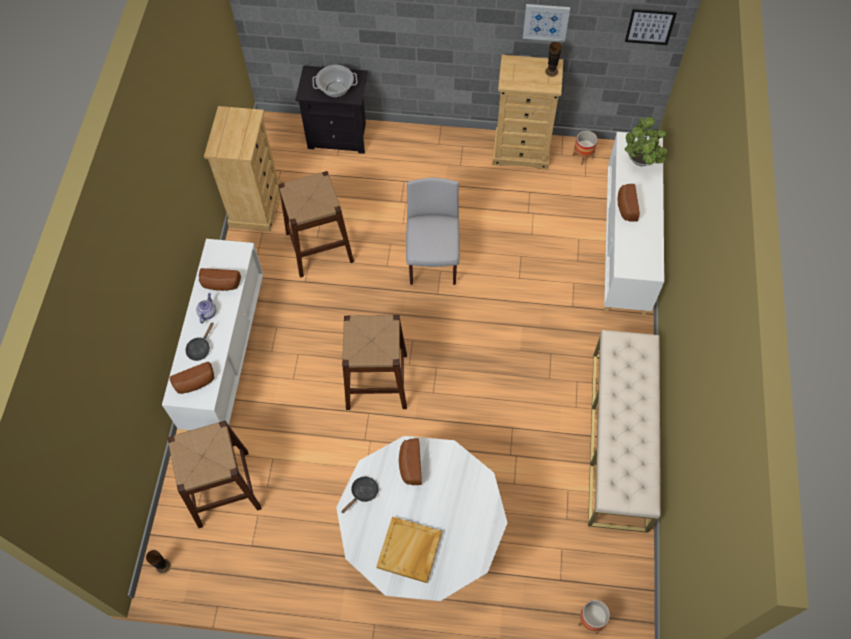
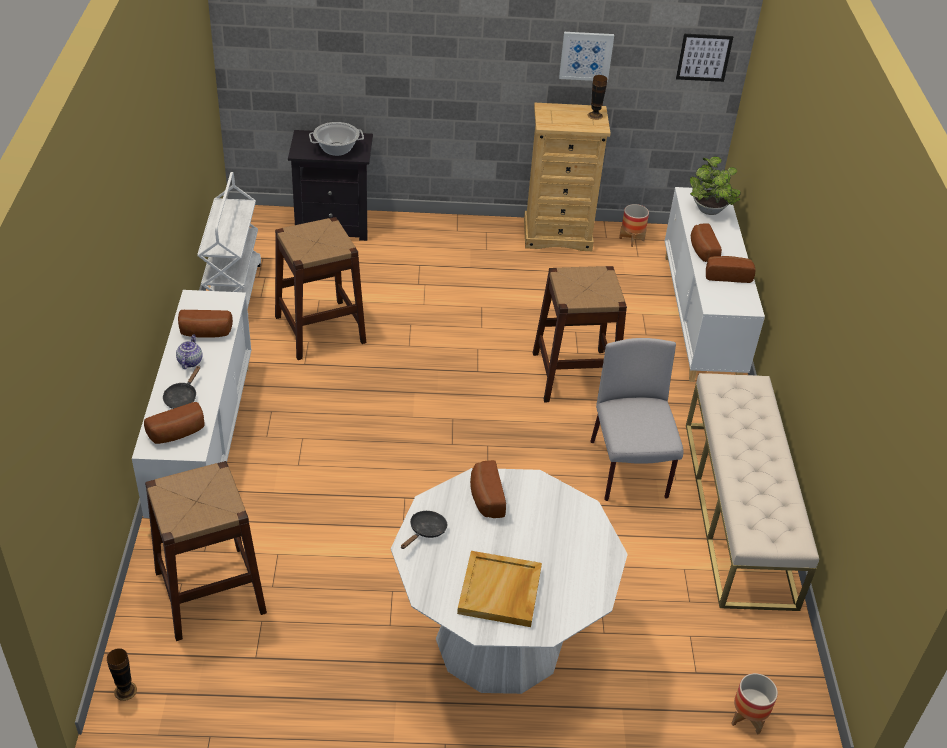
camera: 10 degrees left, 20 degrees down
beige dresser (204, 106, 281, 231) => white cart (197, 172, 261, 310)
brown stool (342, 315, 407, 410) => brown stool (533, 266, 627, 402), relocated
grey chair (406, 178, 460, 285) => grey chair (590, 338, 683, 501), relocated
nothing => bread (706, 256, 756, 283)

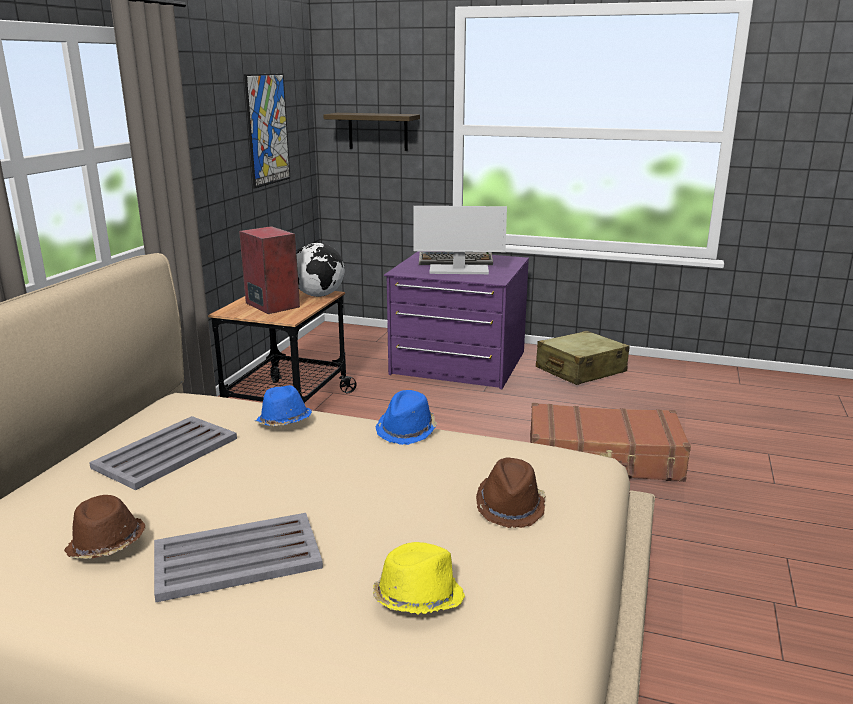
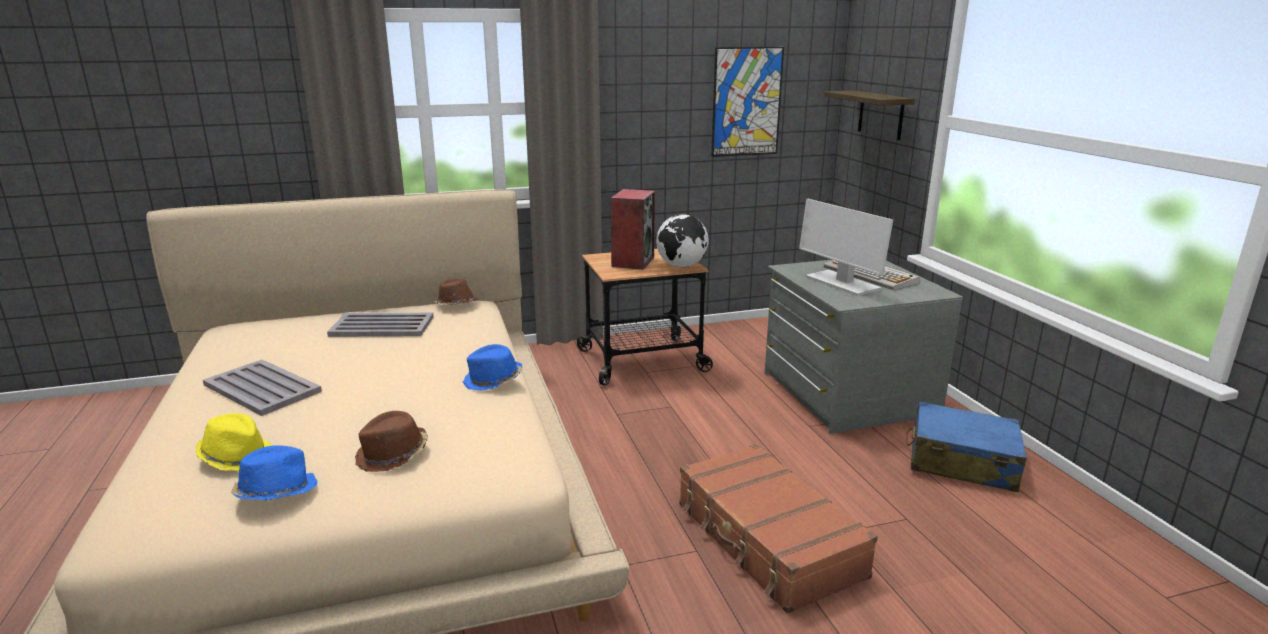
camera: 55 degrees right, 0 degrees up
blue hat (255, 385, 312, 426) => blue hat (231, 445, 318, 501), relocated
brown hat (64, 495, 145, 559) => brown hat (434, 279, 479, 305), relocated
purple dresser (384, 251, 529, 389) => grey dresser (765, 260, 963, 434)
beige suitcase (536, 331, 629, 385) => blue suitcase (906, 401, 1027, 492)

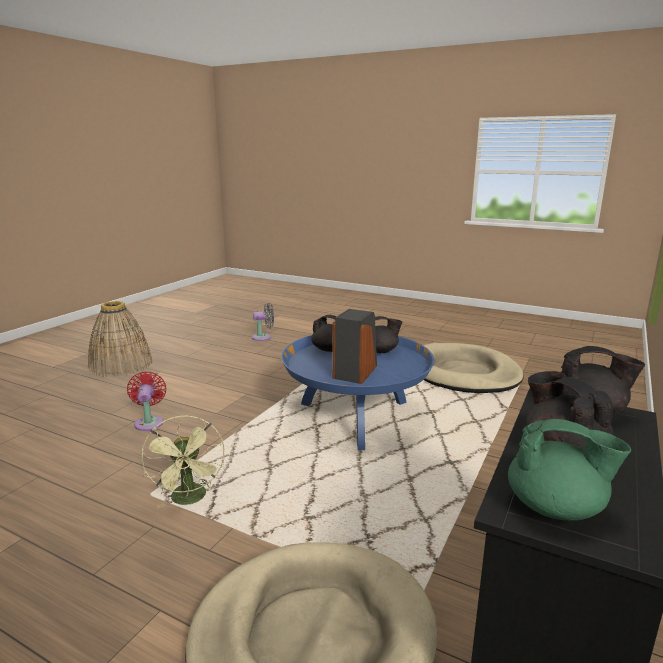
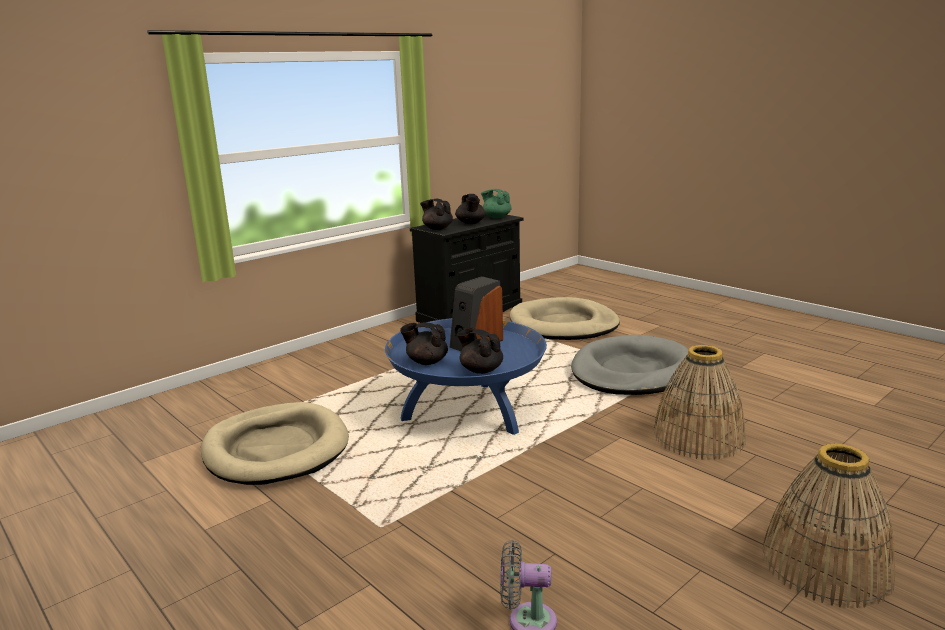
camera: 160 degrees left, 0 degrees up
green fan (141, 415, 225, 508) => grey dog bed (571, 335, 693, 395)
red fan (127, 371, 166, 431) => basket (654, 345, 745, 460)

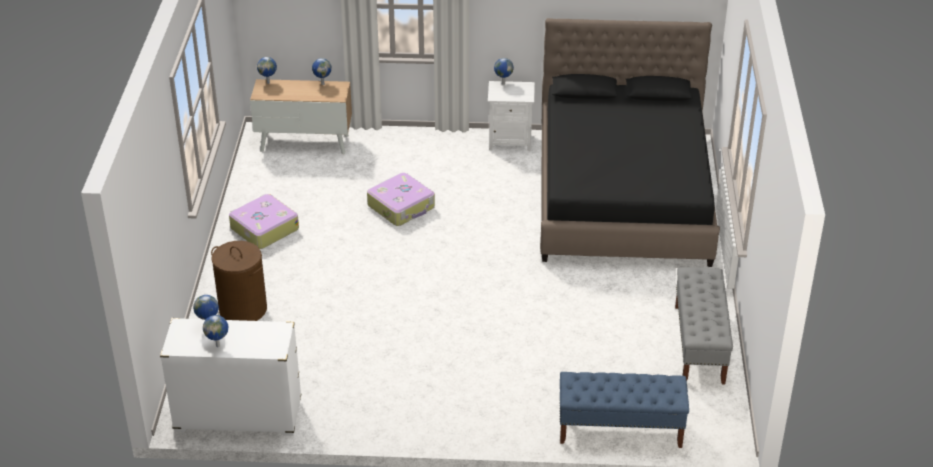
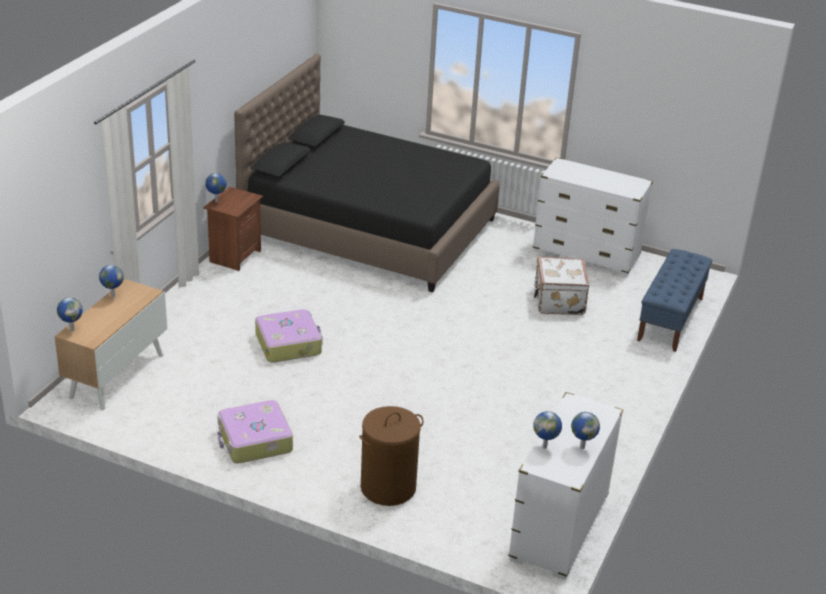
camera: 70 degrees left, 5 degrees down
white nightstand (488, 81, 535, 151) => brown nightstand (204, 187, 263, 271)
grey bench (675, 267, 733, 385) => white dresser (533, 157, 653, 276)
nothing => white suitcase (534, 256, 589, 315)

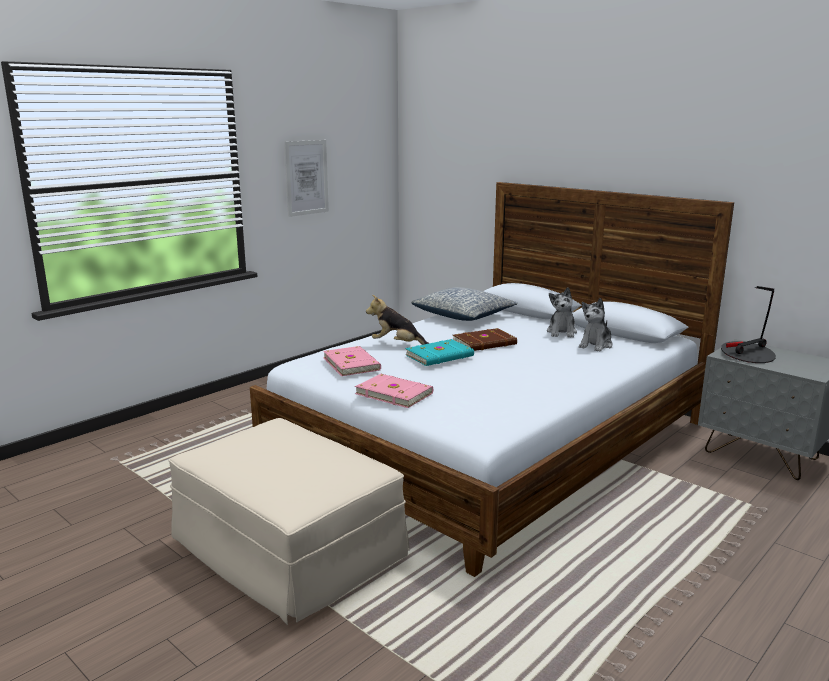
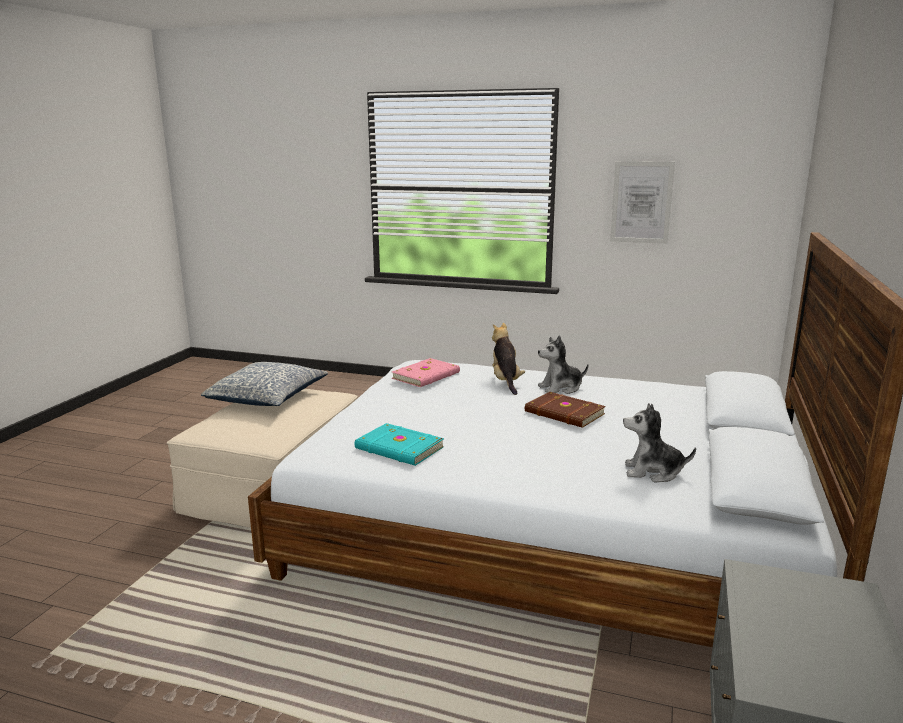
camera: 65 degrees right, 0 degrees up
pillow (412, 287, 518, 321) => pillow (201, 362, 328, 406), relocated
turquoise book (405, 339, 474, 366) => turquoise book (355, 423, 444, 466), relocated
plush toy (547, 287, 577, 338) => plush toy (538, 335, 588, 394), relocated
pink book (355, 374, 433, 408) => nothing
table lamp (721, 286, 776, 363) => nothing

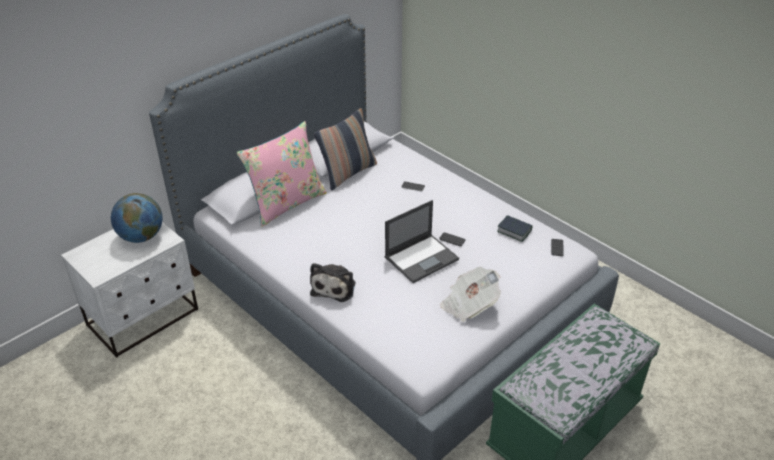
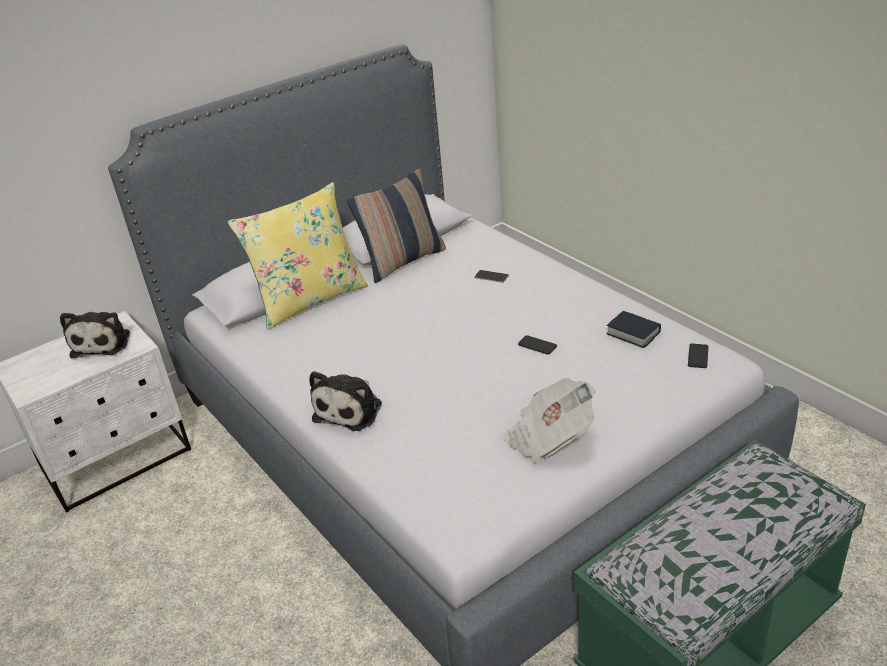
camera: 10 degrees right, 5 degrees down
globe (111, 193, 163, 243) => plush toy (60, 312, 130, 358)
pink pillow (237, 121, 327, 227) => yellow pillow (227, 182, 368, 330)
laptop (385, 200, 459, 283) => nothing

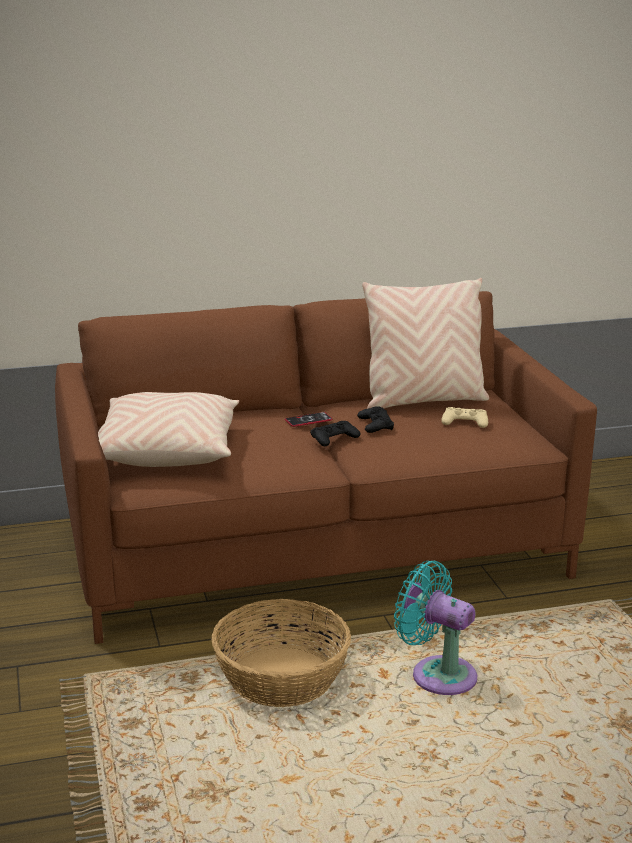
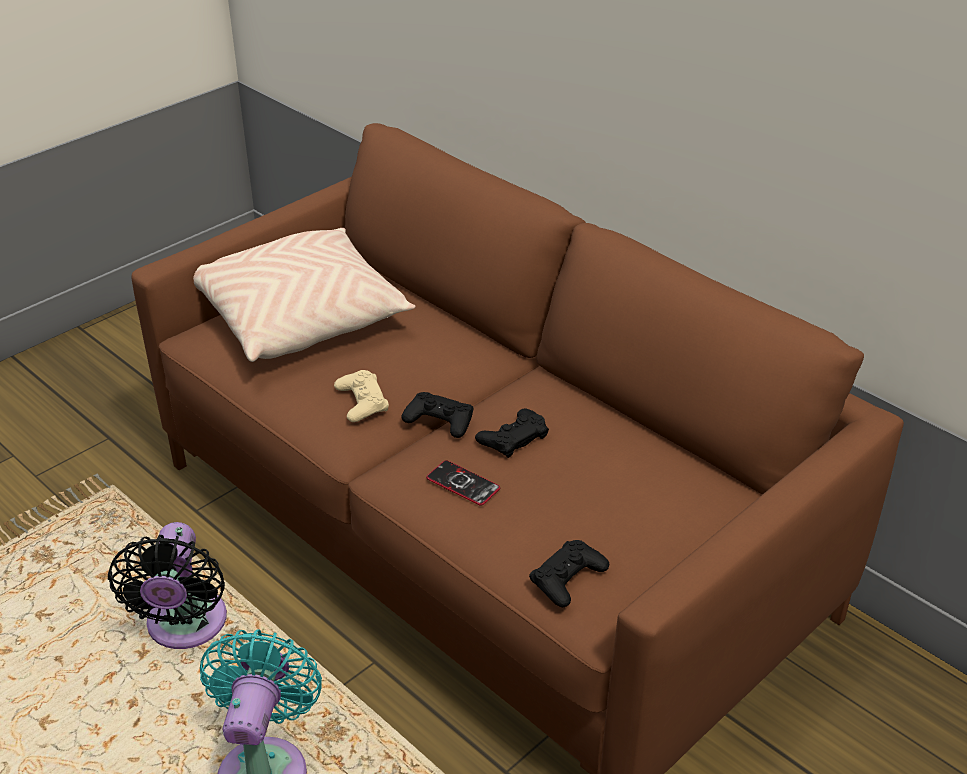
camera: 60 degrees right, 15 degrees up
basket (212, 599, 351, 707) => black fan (108, 522, 227, 649)
beige game controller (441, 407, 488, 428) => beige game controller (334, 370, 389, 422), relocated
phone (285, 412, 333, 427) => phone (426, 460, 500, 506), relocated
nothing => black game controller (529, 540, 609, 607)
beige pillow (362, 278, 489, 409) => nothing

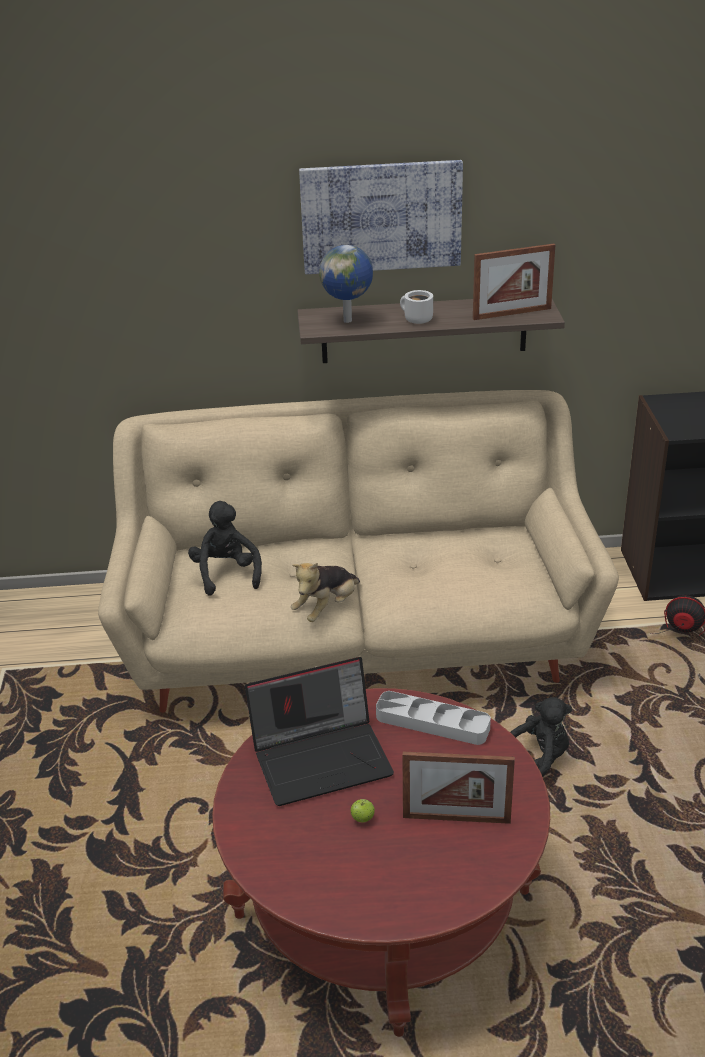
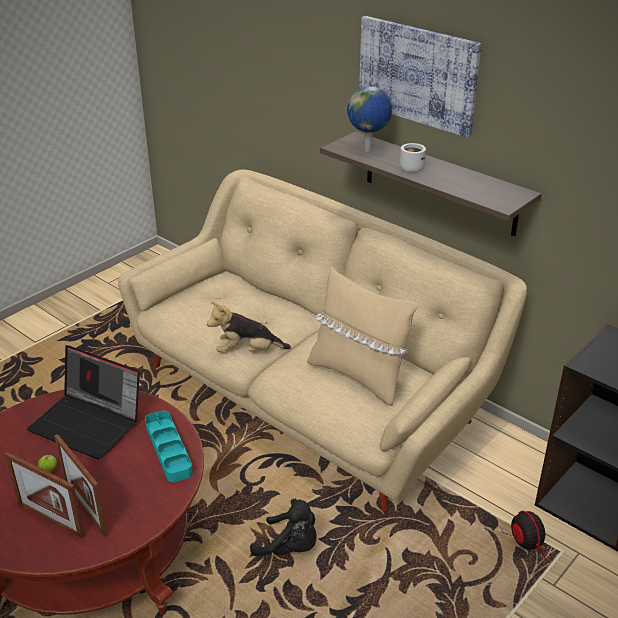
camera: 45 degrees right, 0 degrees up
picture frame (473, 244, 555, 320) => picture frame (5, 452, 85, 539), relocated
grey tray (376, 691, 491, 745) => turquoise tray (145, 411, 193, 482)
nothing => beige pillow (307, 267, 418, 406)
black plush toy (188, 501, 262, 596) => nothing

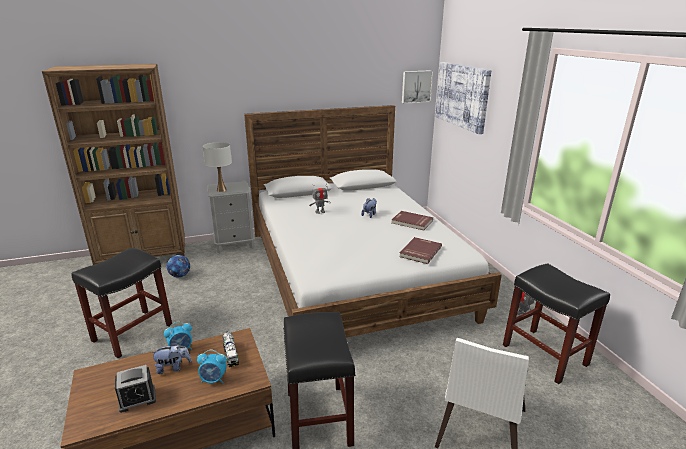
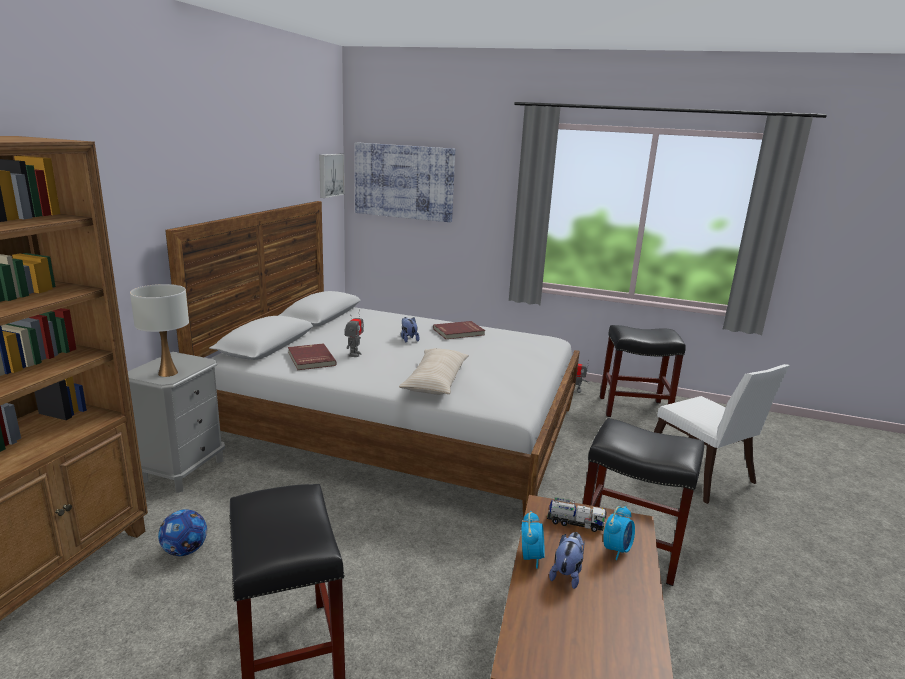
camera: 55 degrees left, 5 degrees down
red book (399, 237, 442, 264) => red book (288, 343, 337, 370), relocated
nothing => beige pillow (399, 348, 469, 395)
alarm clock (115, 365, 156, 413) => nothing

